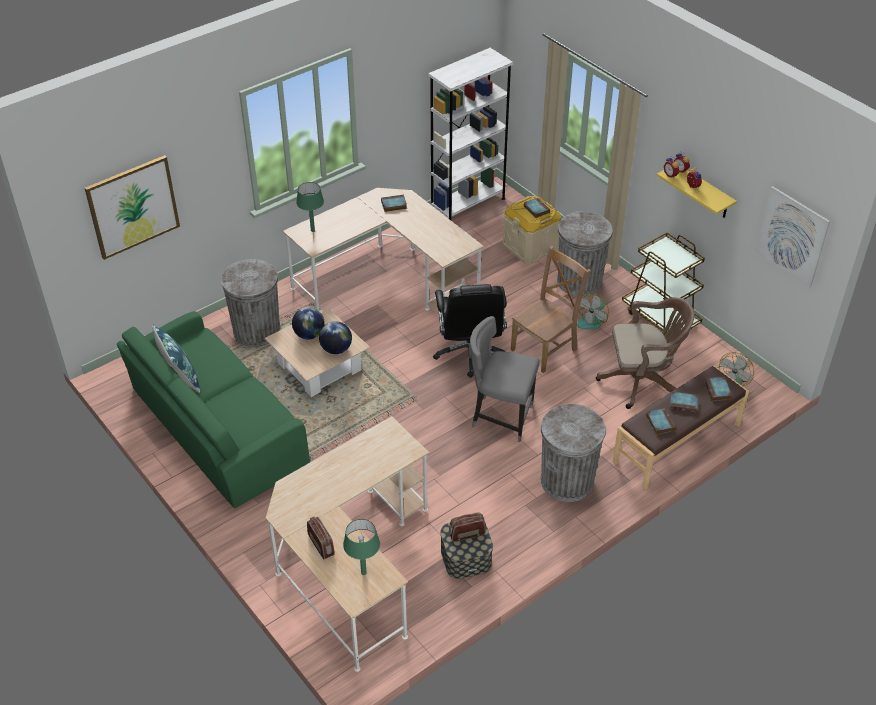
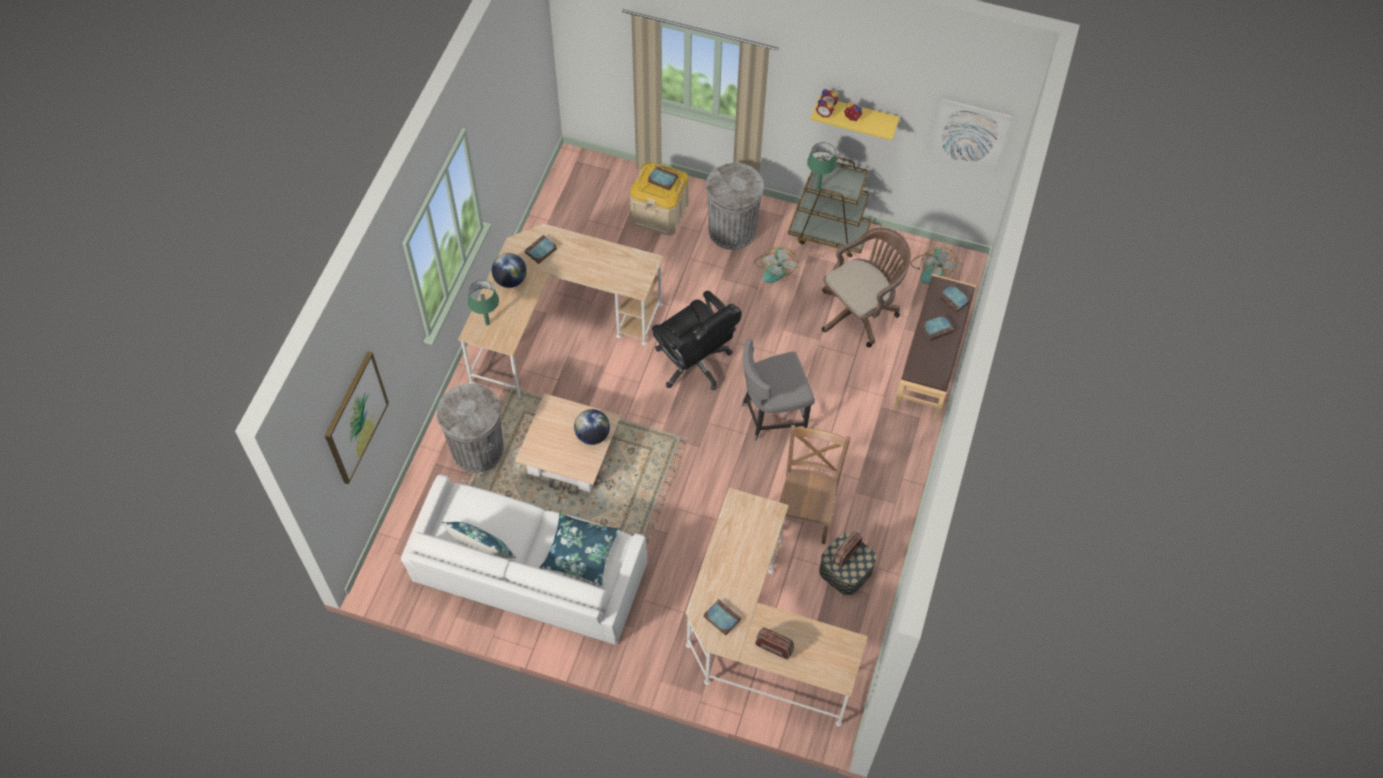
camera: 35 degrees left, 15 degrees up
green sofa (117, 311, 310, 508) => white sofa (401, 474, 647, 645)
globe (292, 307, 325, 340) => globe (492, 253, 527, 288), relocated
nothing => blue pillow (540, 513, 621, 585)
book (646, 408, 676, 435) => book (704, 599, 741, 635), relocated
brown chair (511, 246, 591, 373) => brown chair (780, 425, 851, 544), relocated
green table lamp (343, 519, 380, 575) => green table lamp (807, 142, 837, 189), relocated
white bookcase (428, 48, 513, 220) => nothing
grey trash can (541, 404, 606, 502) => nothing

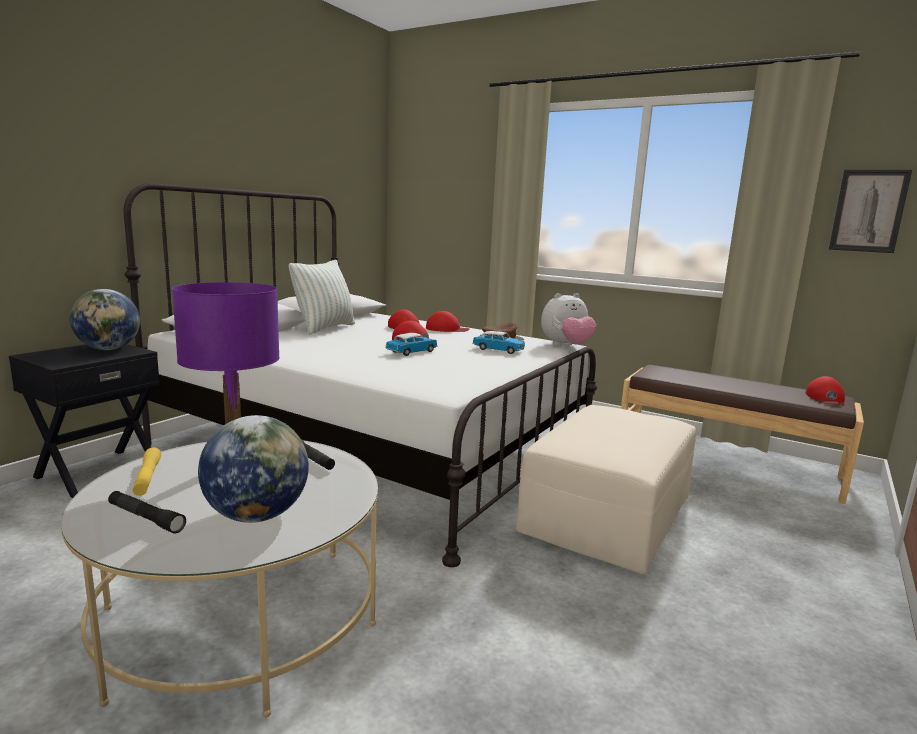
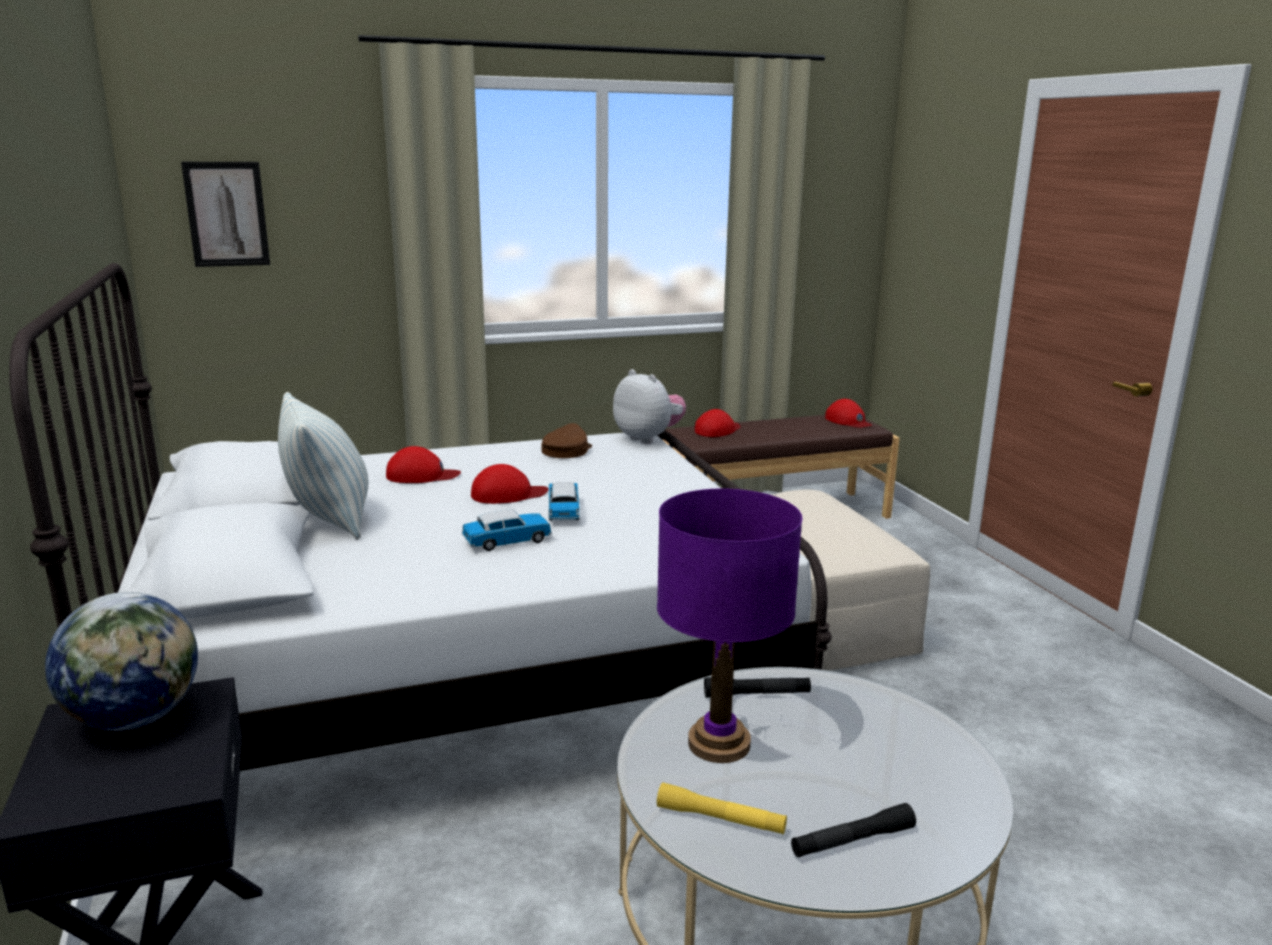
camera: 50 degrees left, 5 degrees up
picture (829, 170, 912, 253) => picture (181, 162, 270, 267), relocated
toy car (473, 331, 525, 354) => toy car (462, 509, 552, 551), relocated
plush toy (541, 293, 597, 346) => plush toy (613, 369, 686, 444), 60 degrees counterclockwise
red cap (426, 311, 470, 332) => red cap (695, 409, 741, 437), relocated
globe (198, 415, 309, 523) => nothing

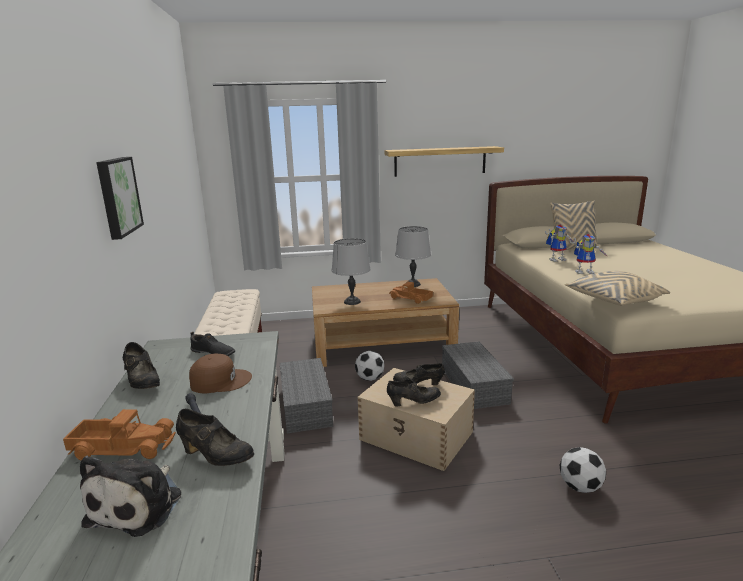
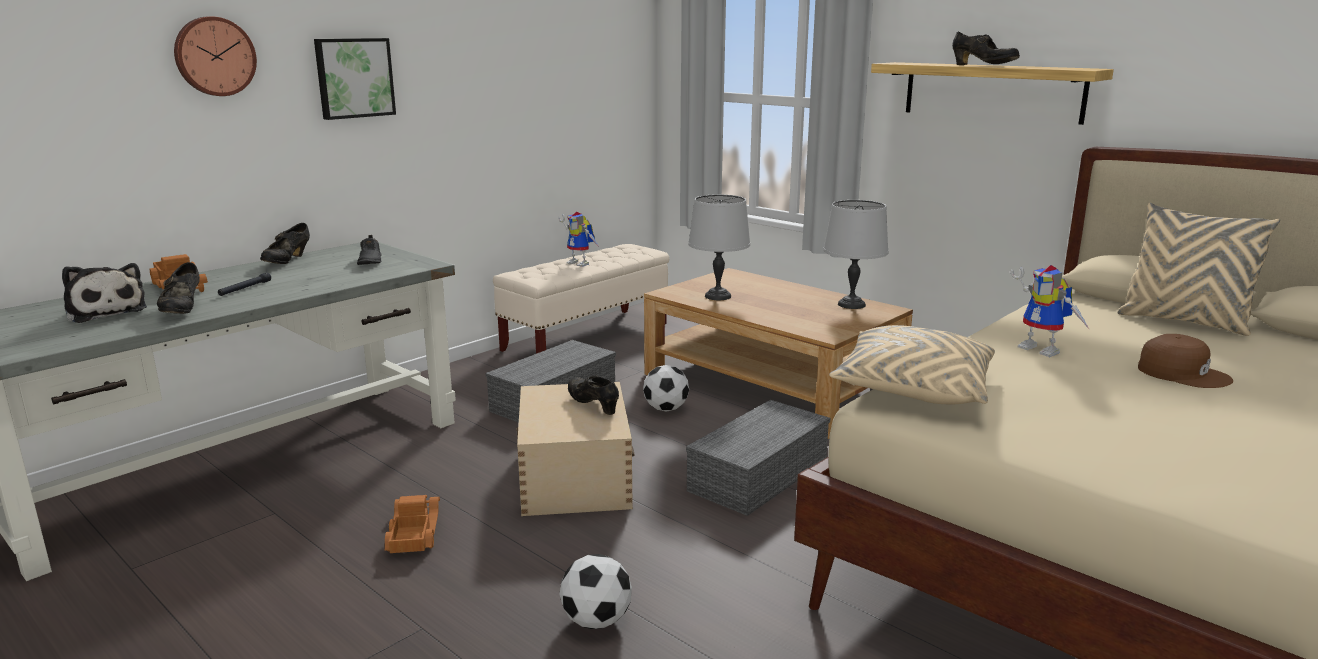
camera: 50 degrees right, 0 degrees up
plush toy (80, 456, 181, 537) => plush toy (62, 263, 147, 323), 105 degrees counterclockwise
nothing => wall clock (174, 17, 257, 96)
toy truck (389, 282, 433, 304) => toy truck (385, 495, 440, 553), relocated
toy robot (545, 225, 574, 262) => toy robot (558, 212, 599, 267), relocated
black shoe (387, 379, 441, 407) => black shoe (952, 32, 1020, 65), relocated
brown cap (189, 354, 252, 393) => brown cap (1138, 334, 1233, 388), relocated

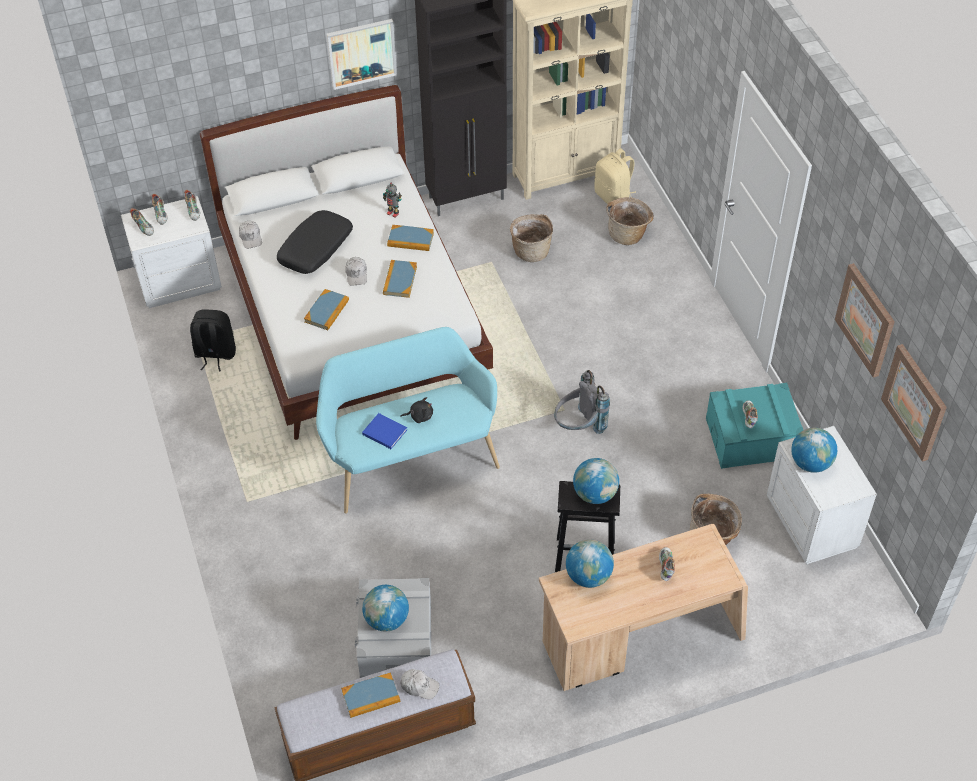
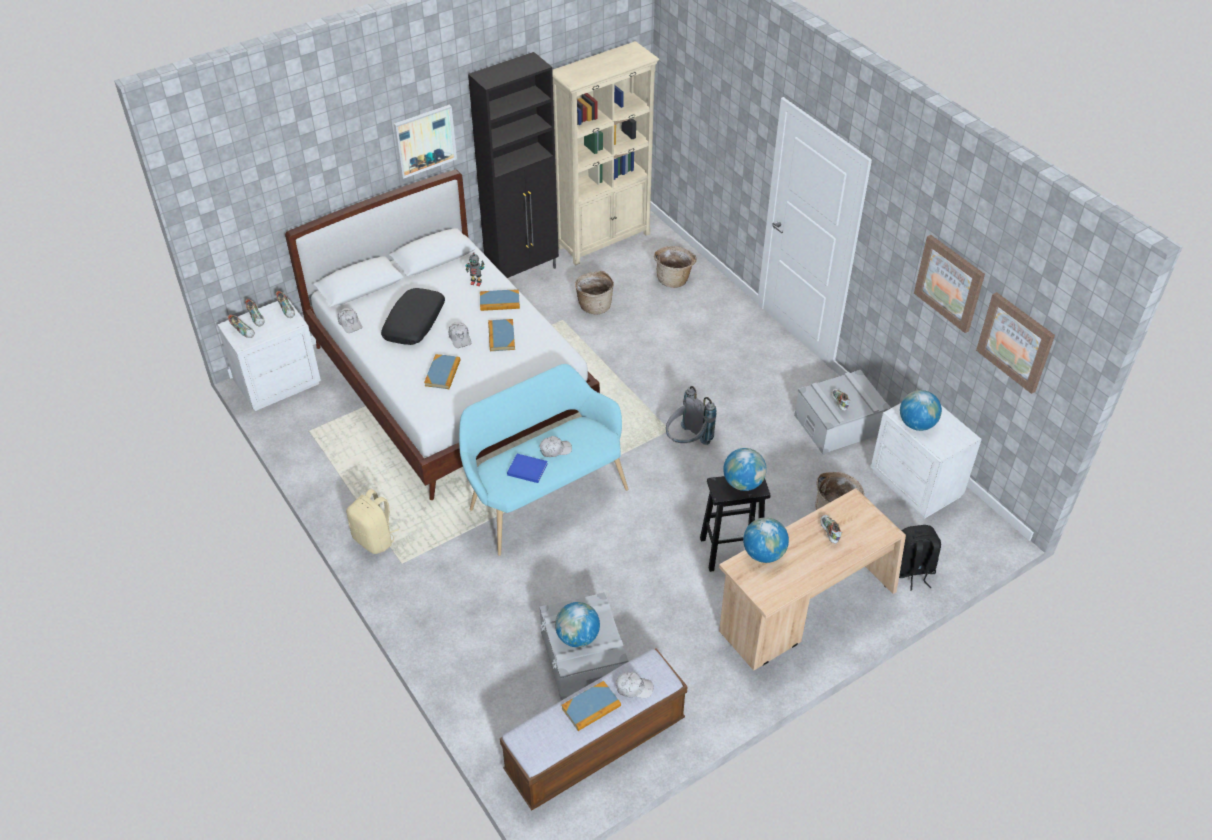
camera: 15 degrees left, 5 degrees down
beige backpack (594, 148, 636, 204) => beige backpack (346, 489, 399, 554), relocated
black plush toy (400, 397, 433, 423) => white cap (539, 436, 572, 457)
turquoise storage box (706, 383, 803, 469) => grey storage box (794, 370, 891, 454)
black backpack (190, 309, 236, 372) => black backpack (899, 525, 941, 591), relocated

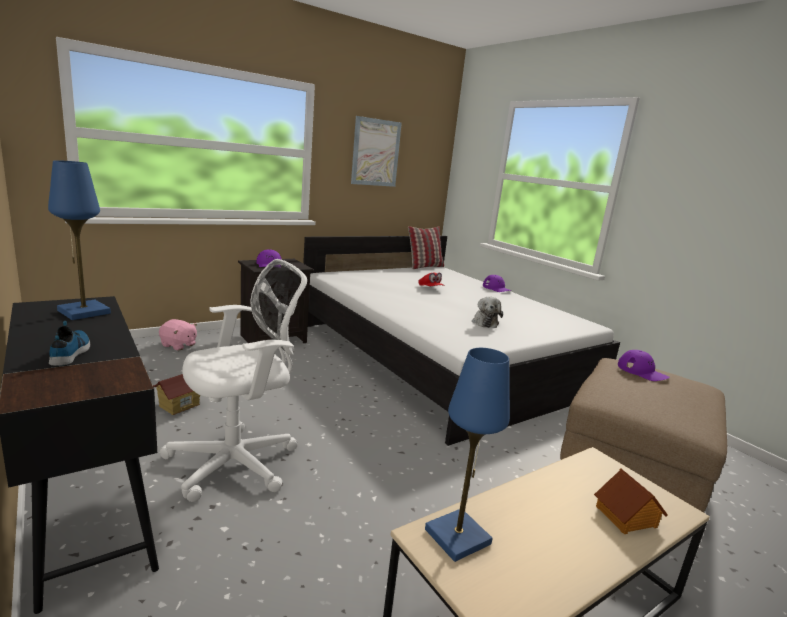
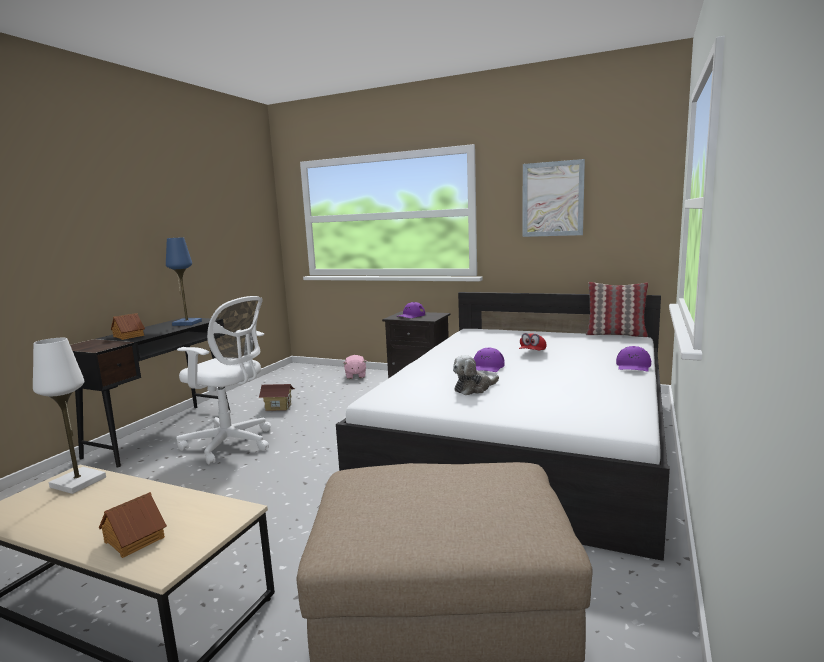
camera: 60 degrees right, 5 degrees down
blue table lamp (425, 348, 510, 562) => white table lamp (33, 338, 106, 494)
shoe (49, 321, 90, 366) => toy house (111, 313, 145, 340)
purple cap (618, 350, 670, 381) => purple cap (474, 348, 505, 372), relocated

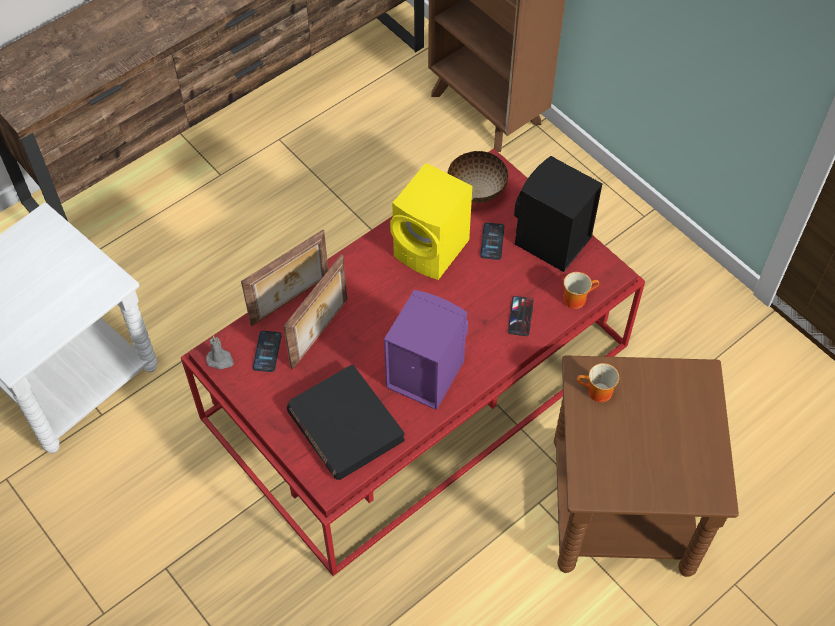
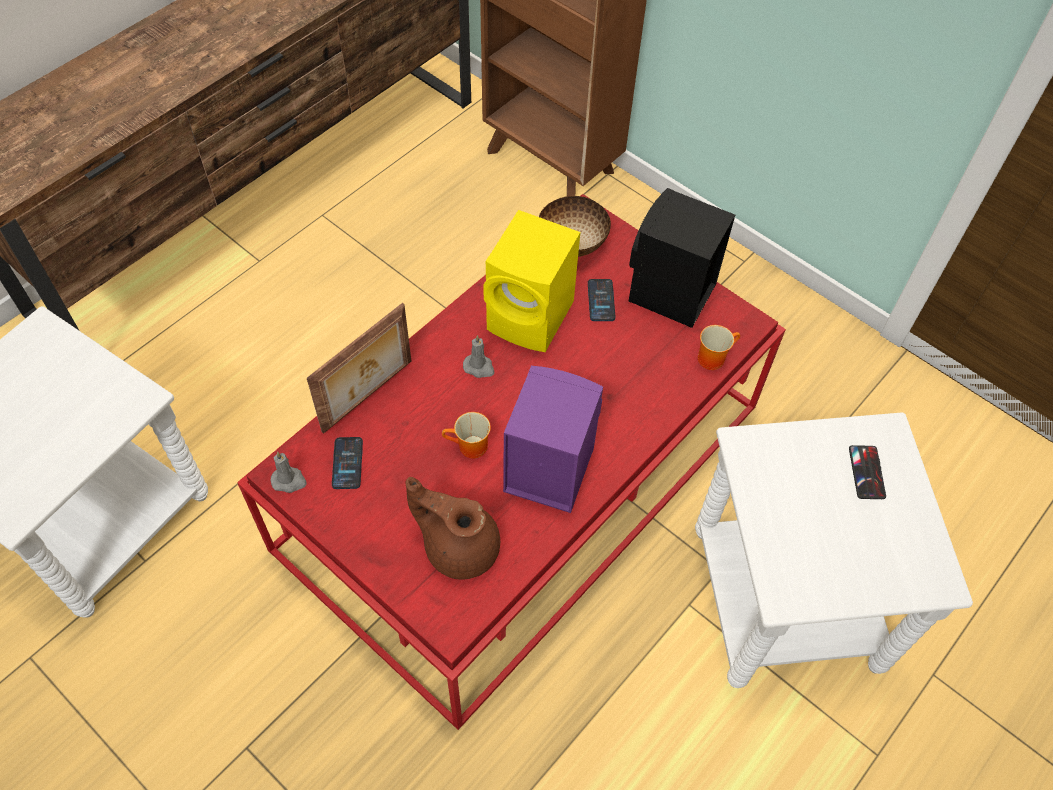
camera: 10 degrees left, 0 degrees up
black book (287, 364, 405, 480) => brown teapot (406, 477, 500, 580)
mug (577, 363, 619, 402) => mug (442, 412, 491, 458), relocated
nothing => grey candle (463, 335, 494, 378)
brown side table (554, 355, 739, 577) => white side table (695, 412, 973, 688)
phone (508, 296, 533, 336) => phone (849, 445, 886, 499), relocated
picture frame (283, 254, 347, 370) => nothing

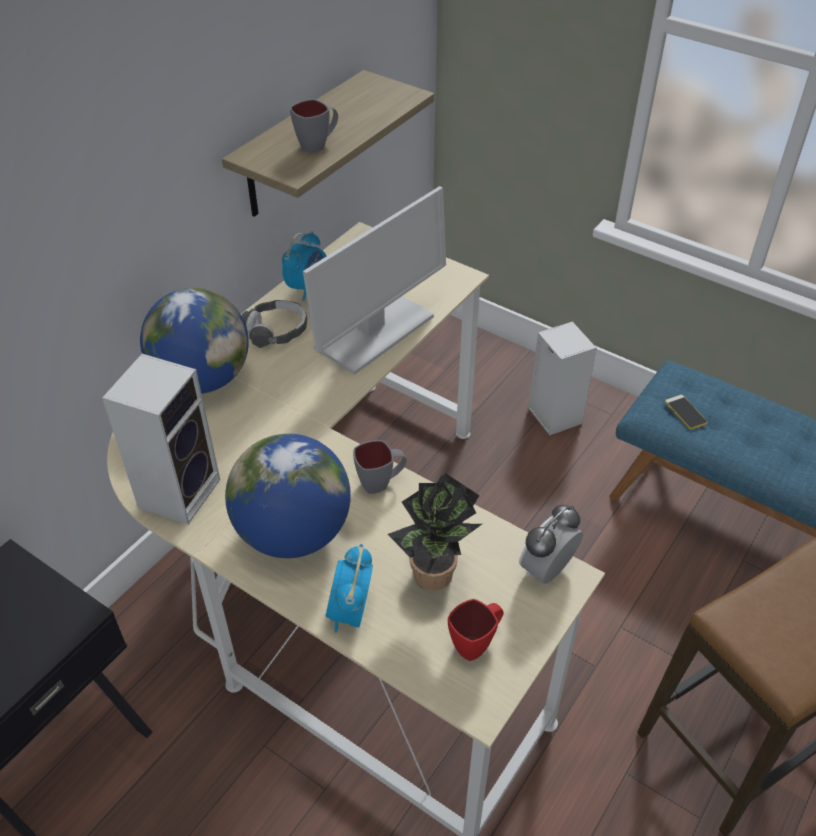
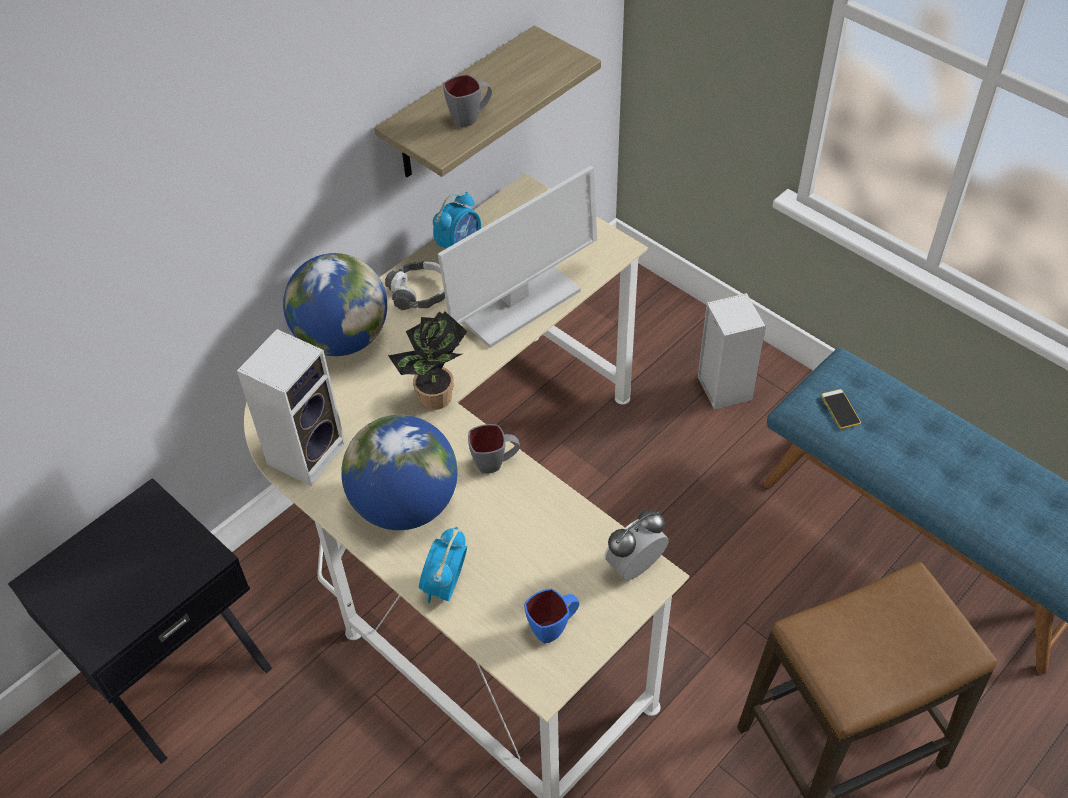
camera: 10 degrees right, 5 degrees up
potted plant (388, 473, 482, 591) => potted plant (388, 311, 468, 410), relocated
red mug (448, 599, 504, 661) => blue mug (524, 589, 579, 643)

